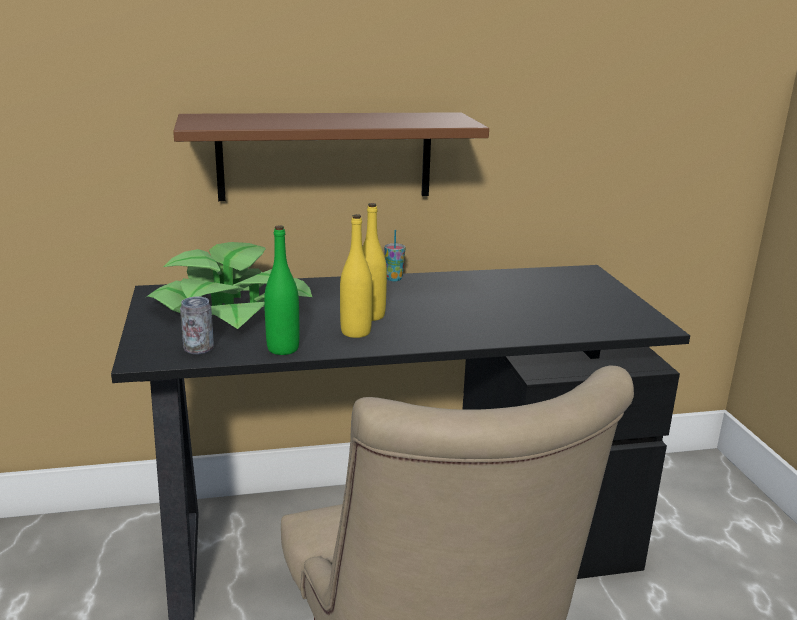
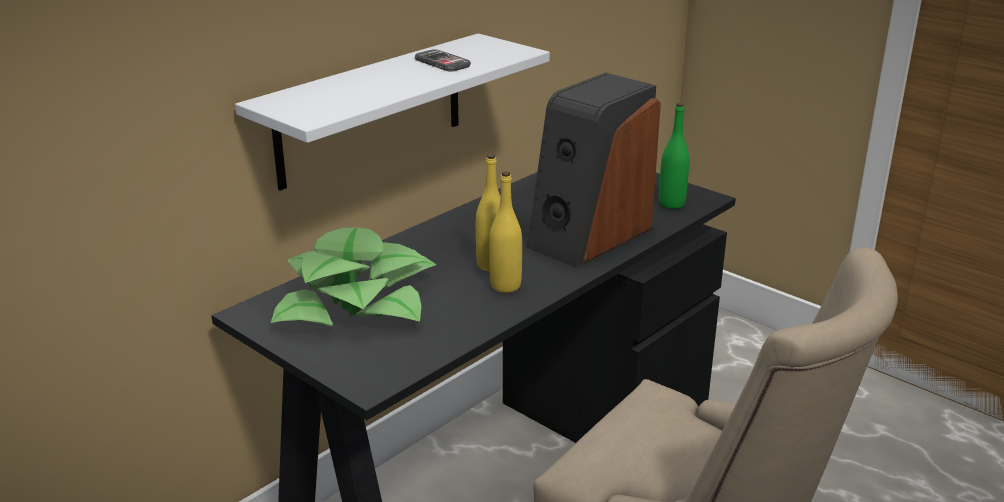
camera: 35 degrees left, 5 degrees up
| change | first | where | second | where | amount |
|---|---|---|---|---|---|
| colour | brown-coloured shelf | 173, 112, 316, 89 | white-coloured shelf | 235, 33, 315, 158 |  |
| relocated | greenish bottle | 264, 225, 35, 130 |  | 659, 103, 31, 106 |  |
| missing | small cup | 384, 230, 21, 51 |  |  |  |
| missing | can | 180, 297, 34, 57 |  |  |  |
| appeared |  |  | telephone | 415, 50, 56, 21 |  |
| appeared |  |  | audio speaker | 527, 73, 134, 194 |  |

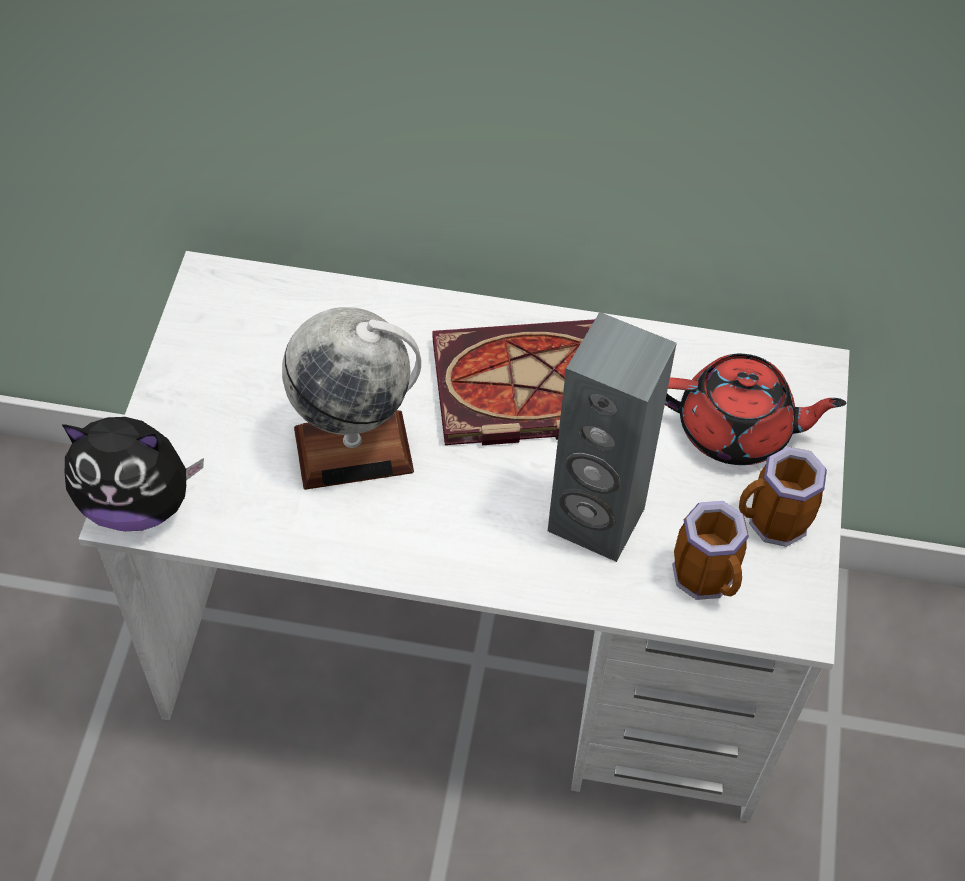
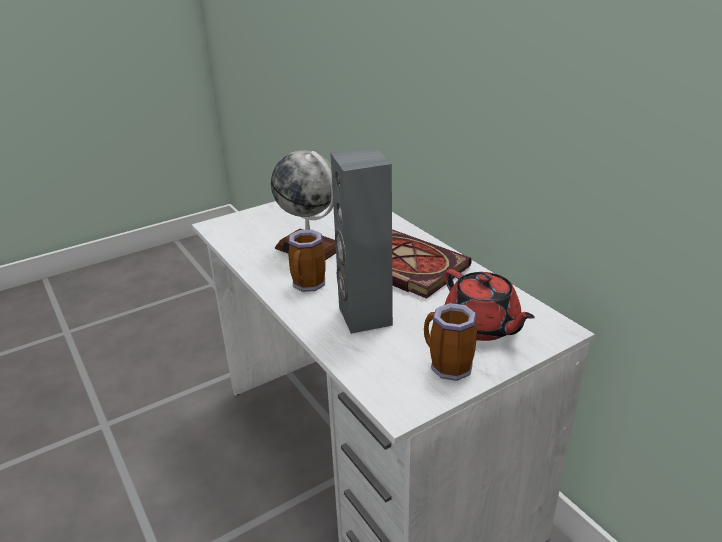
camera: 50 degrees right, 25 degrees down
| change | first | where | second | where | amount |
|---|---|---|---|---|---|
| missing | plush toy | 62, 417, 142, 114 |  |  |  |
| relocated | coffee mug | 672, 501, 77, 99 |  | 288, 230, 38, 62 |  |

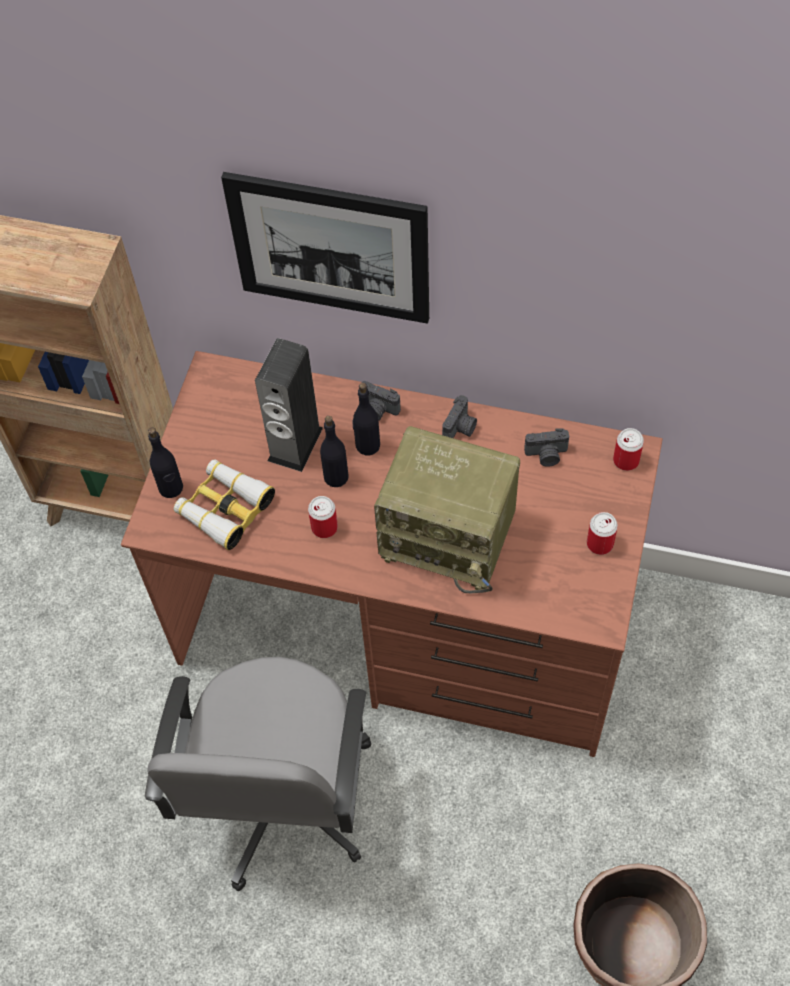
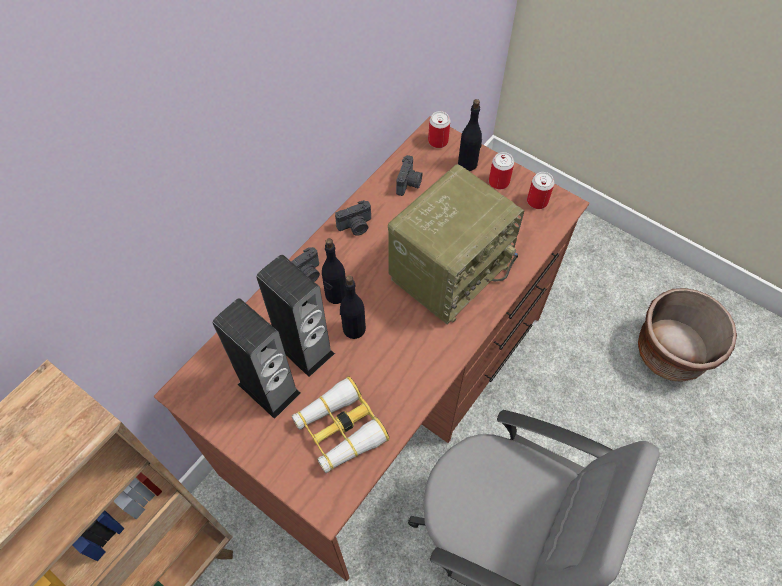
camera: 70 degrees left, 0 degrees up
| change | first | where | second | where | amount |
|---|---|---|---|---|---|
| missing | wall art | 221, 172, 208, 152 |  |  |  |
| spun | photo camera | 442, 395, 35, 43 |  | 335, 200, 36, 36 | 105 degrees clockwise |
| relocated | black bottle | 148, 427, 35, 71 |  | 458, 99, 24, 72 |  |
| relocated | can | 308, 496, 30, 42 |  | 527, 172, 27, 37 |  |
| appeared |  |  | audio speaker | 213, 298, 88, 121 |  |

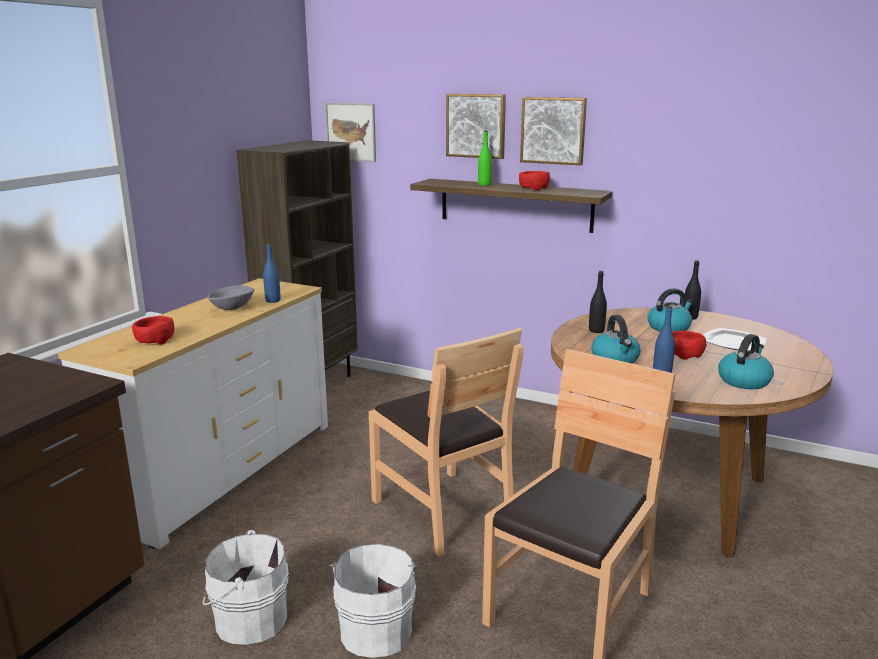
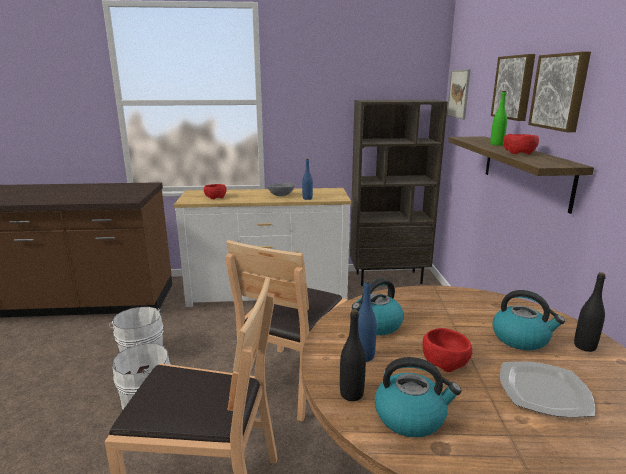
camera: 60 degrees right, 0 degrees up
| change | first | where | second | where | amount |
|---|---|---|---|---|---|
| relocated | black bottle | 589, 271, 18, 62 |  | 340, 309, 26, 92 |  |

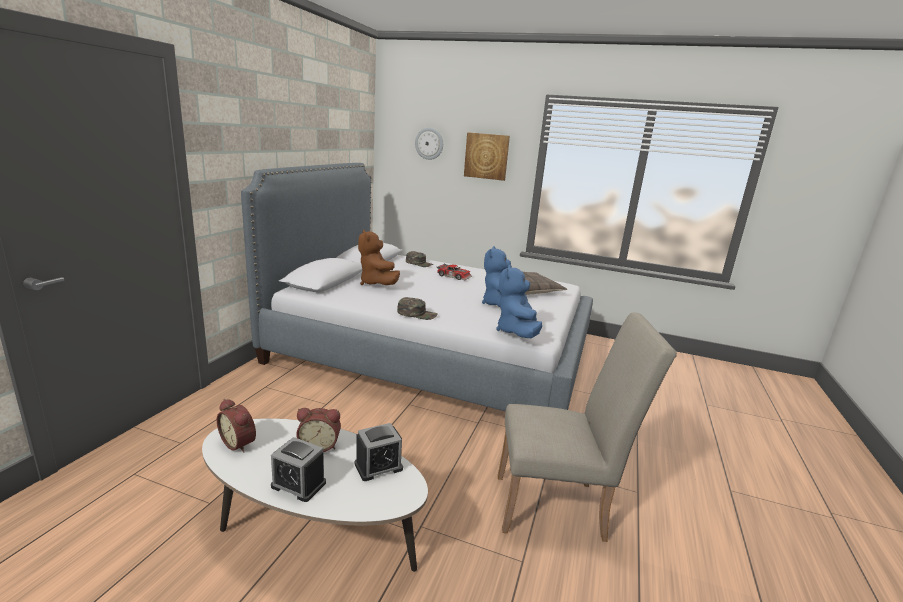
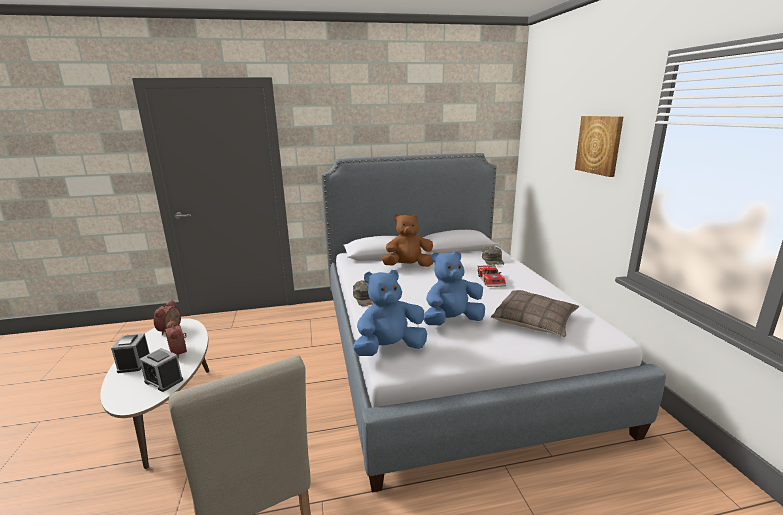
camera: 60 degrees right, 0 degrees up
| change | first | where | second | where | amount |
|---|---|---|---|---|---|
| missing | clock on the wall | 415, 128, 28, 32 |  |  |  |
| spun | brown-coloured plush toy | 358, 230, 42, 55 |  | 382, 214, 51, 53 | 45 degrees clockwise |

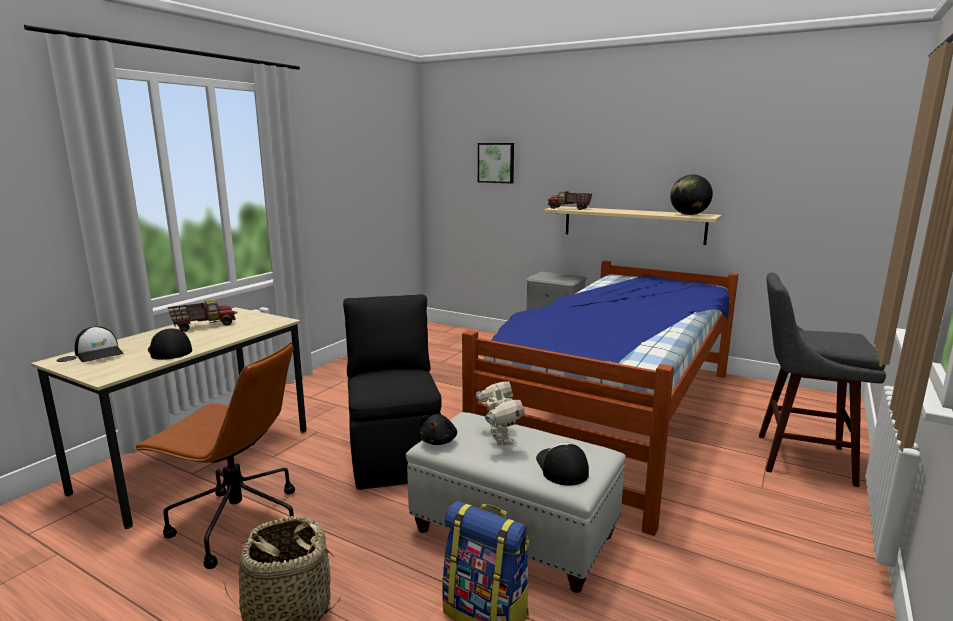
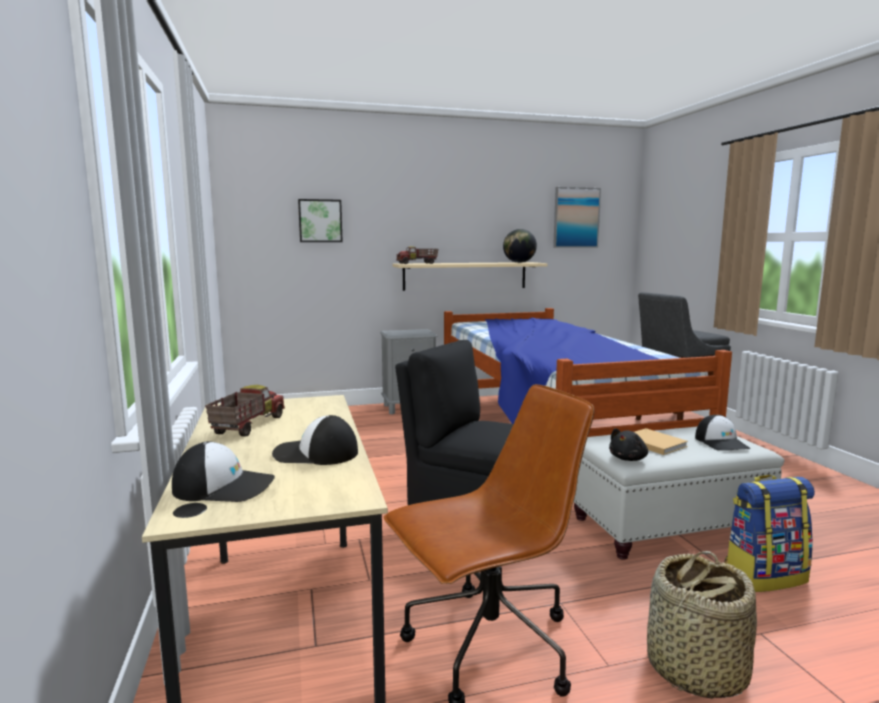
camera: 45 degrees left, 5 degrees down
| change | first | where | second | where | amount |
|---|---|---|---|---|---|
| exchanged | toy robot | 476, 382, 49, 63 | sand-coloured book | 635, 428, 53, 27 |  |
| spun | black plush toy | 420, 414, 37, 31 |  | 609, 428, 39, 33 | 75 degrees clockwise |
| spun | cap | 536, 443, 53, 43 |  | 695, 415, 56, 36 | 135 degrees counterclockwise |
| appeared |  |  | wall art | 553, 187, 48, 61 |  |

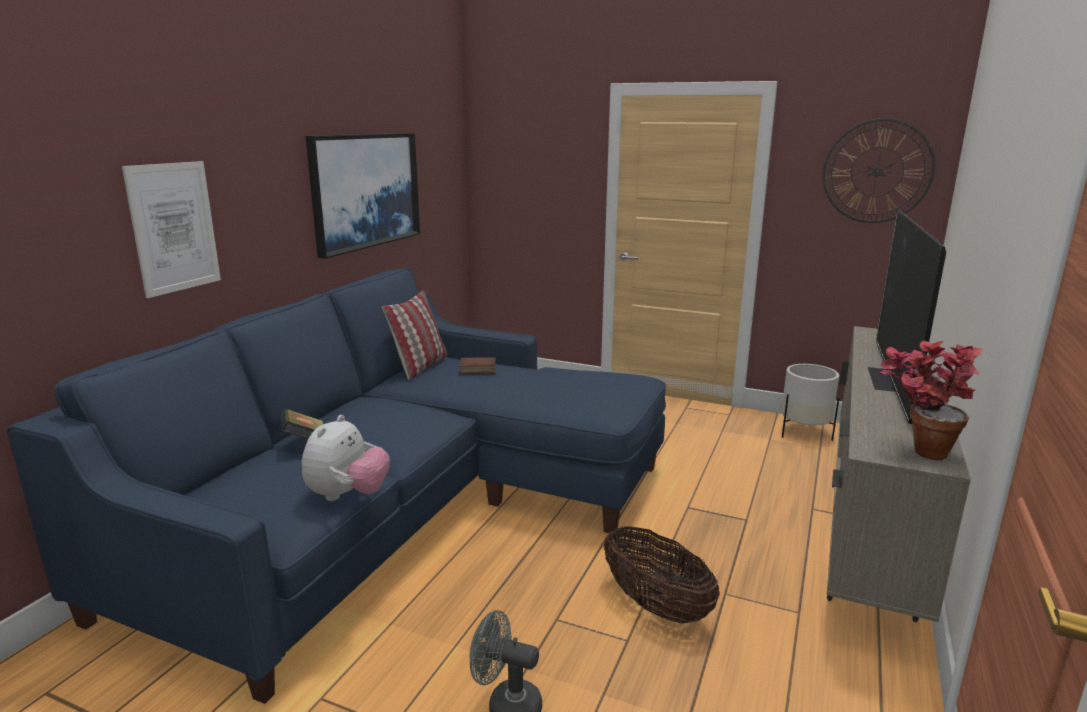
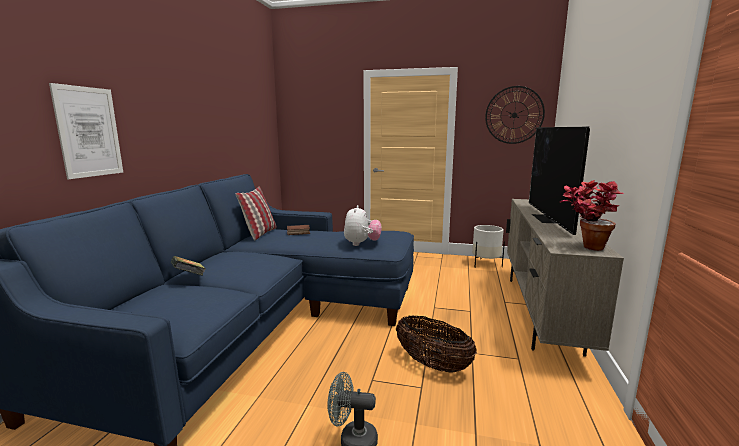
camera: 10 degrees left, 5 degrees down
| change | first | where | second | where | amount |
|---|---|---|---|---|---|
| missing | wall art | 306, 133, 114, 126 |  |  |  |
| relocated | plush toy | 302, 415, 88, 86 |  | 344, 205, 38, 41 |  |

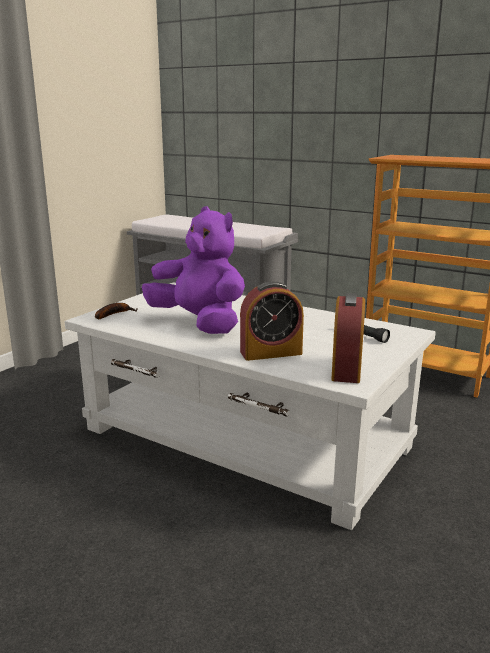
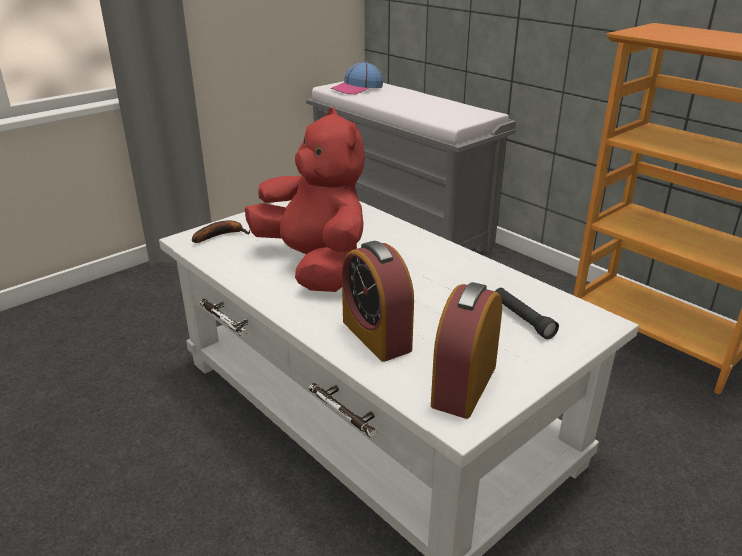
camera: 15 degrees right, 10 degrees up
| change | first | where | second | where | amount |
|---|---|---|---|---|---|
| colour | purplish plush toy | 142, 206, 103, 128 | red plush toy | 245, 108, 120, 184 |  |
| spun | bedside clock | 240, 281, 64, 80 |  | 342, 241, 72, 121 | 60 degrees clockwise |
| appeared |  |  | cap | 331, 61, 52, 33 |  |

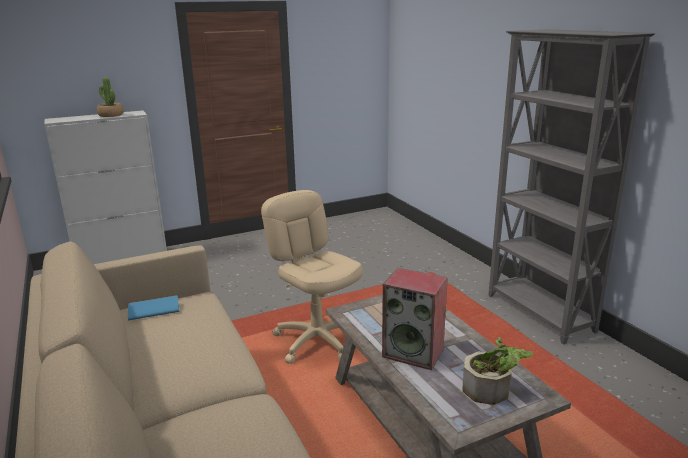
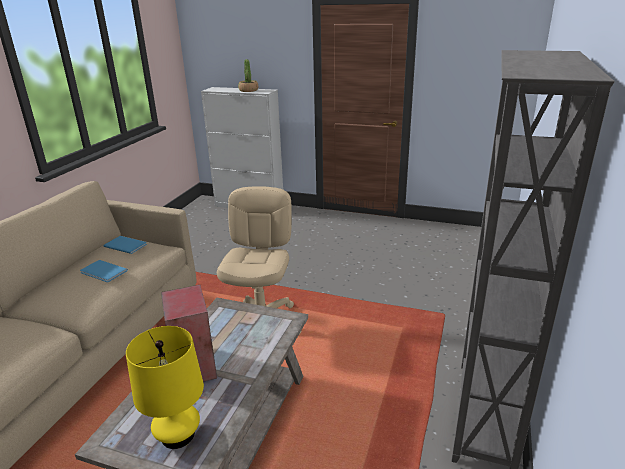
camera: 45 degrees right, 5 degrees up
| change | first | where | second | where | amount |
|---|---|---|---|---|---|
| exchanged | plant in a pot | 463, 337, 70, 68 | yellowish table lamp | 126, 326, 78, 123 |  |
| appeared |  |  | blue book | 80, 260, 48, 23 |  |

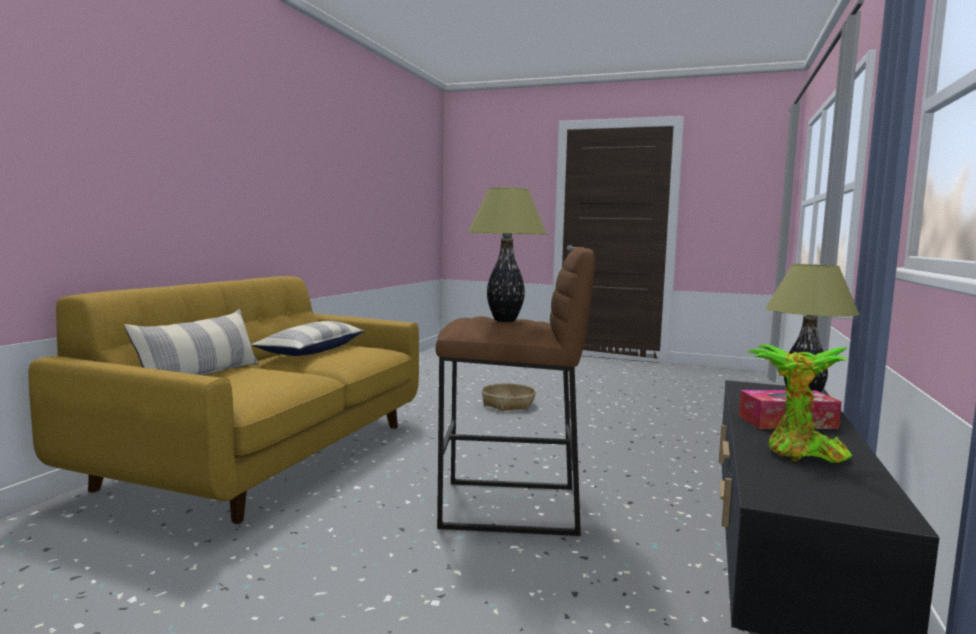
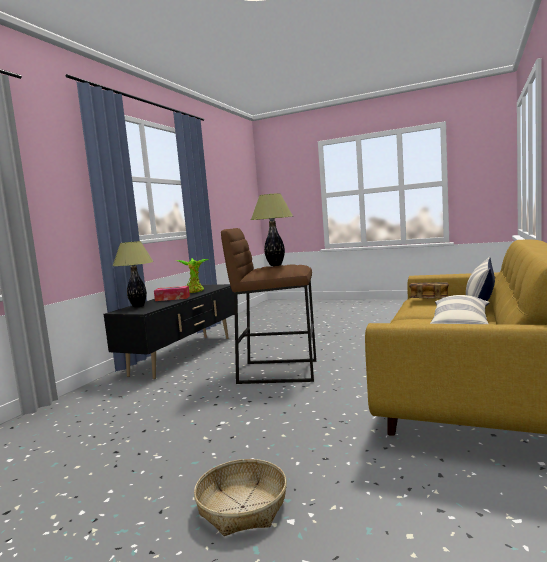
camera: 175 degrees left, 0 degrees up
| change | first | where | second | where | amount |
|---|---|---|---|---|---|
| appeared |  |  | book | 409, 282, 40, 17 |  |

